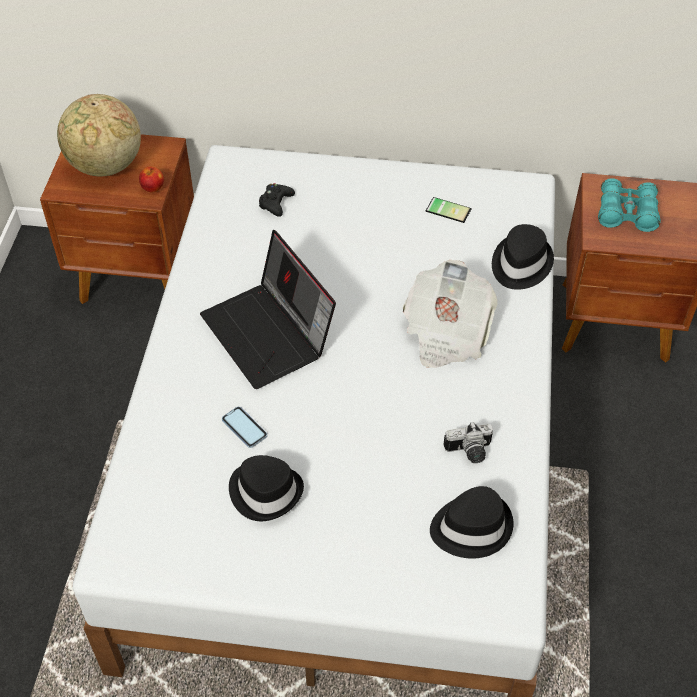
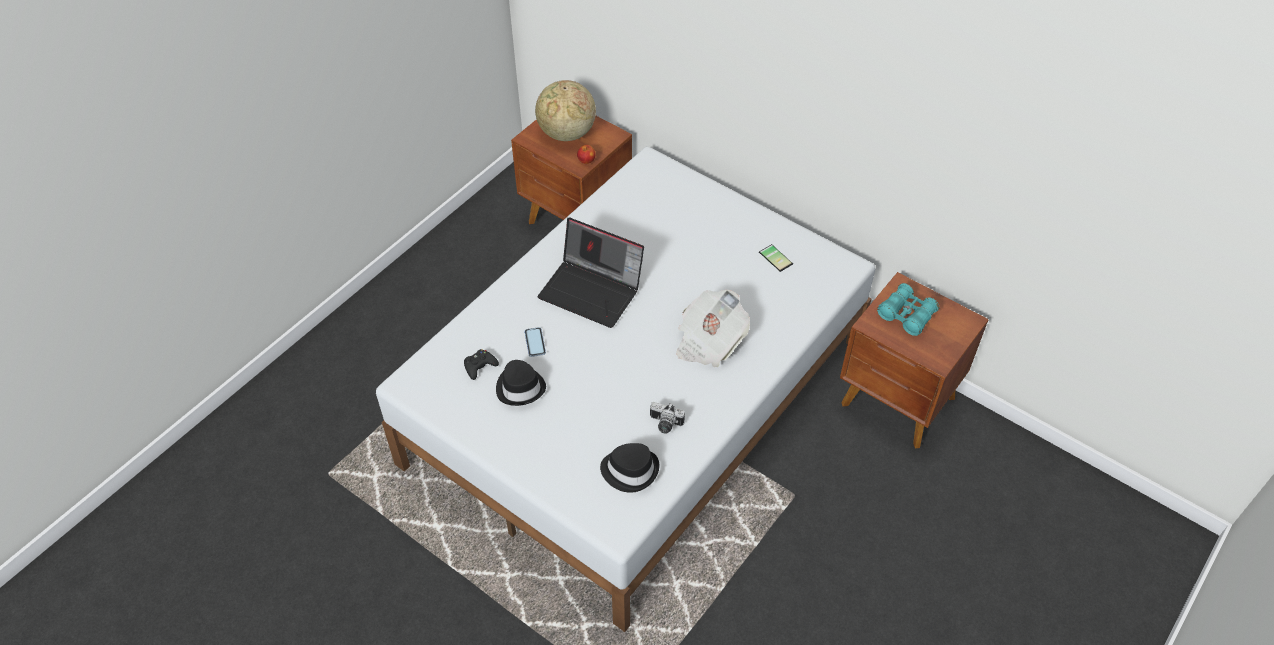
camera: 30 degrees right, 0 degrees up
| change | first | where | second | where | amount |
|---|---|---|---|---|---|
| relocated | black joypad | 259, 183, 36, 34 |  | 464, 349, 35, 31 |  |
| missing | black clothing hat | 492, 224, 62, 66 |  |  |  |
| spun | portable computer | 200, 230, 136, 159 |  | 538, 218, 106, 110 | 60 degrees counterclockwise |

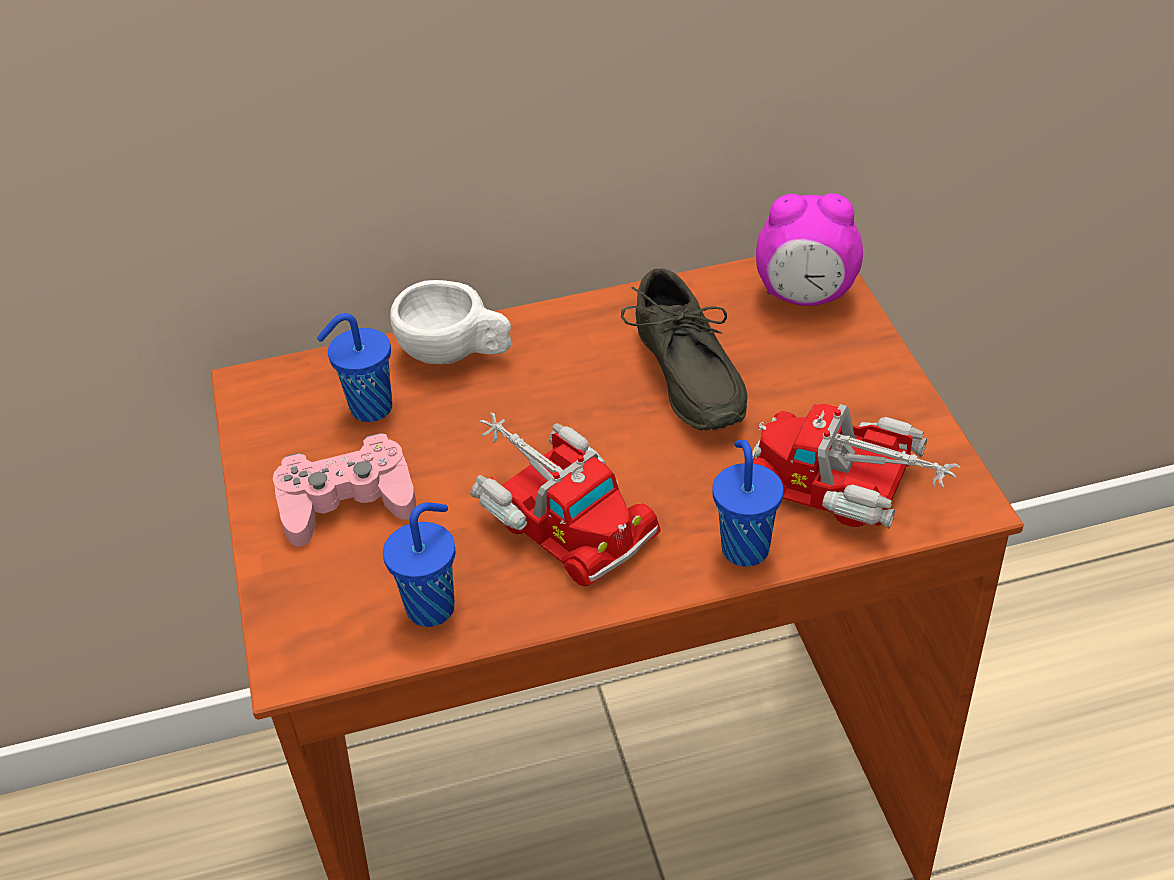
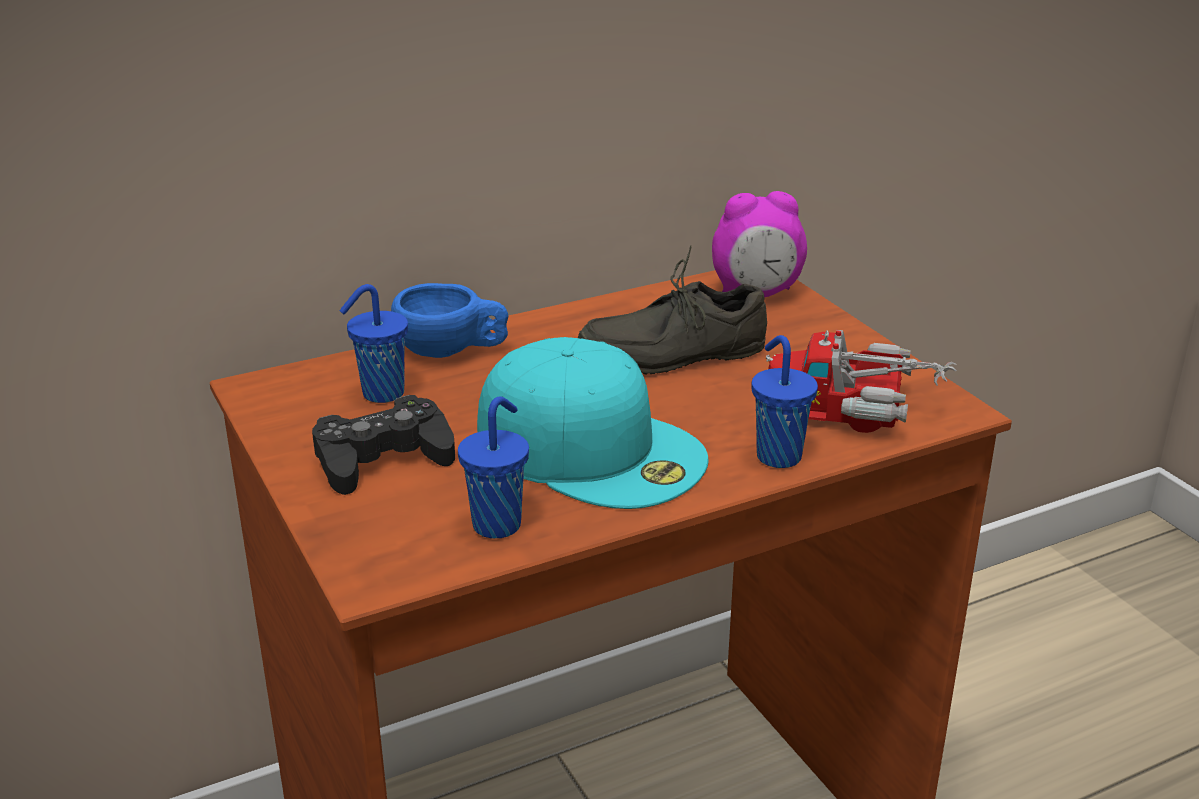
camera: 15 degrees left, 15 degrees down
| change | first | where | second | where | amount |
|---|---|---|---|---|---|
| spun | gray low shoe | 621, 268, 126, 163 |  | 578, 245, 189, 129 | 105 degrees clockwise |
| colour | white-coloured small cup | 390, 280, 121, 84 | blue small cup | 391, 283, 117, 75 |  |
| exchanged | toy lorry | 470, 413, 191, 173 | blue-green cap | 477, 337, 232, 172 |  |
| colour | pink joypad | 273, 433, 143, 114 | black joypad | 312, 395, 143, 100 |  |

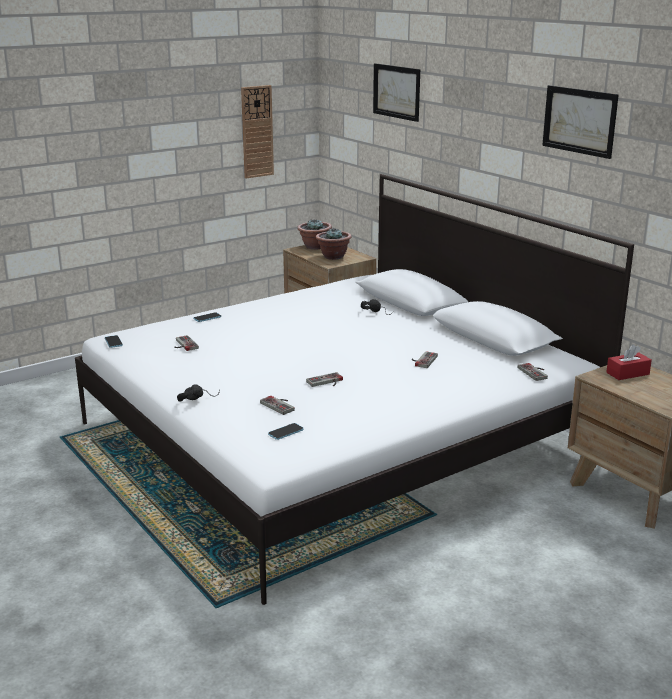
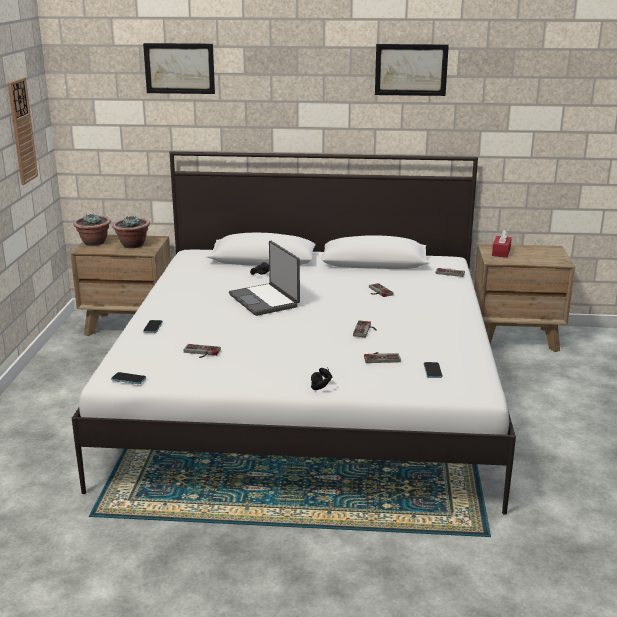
camera: 50 degrees left, 0 degrees up
| change | first | where | second | where | amount |
|---|---|---|---|---|---|
| appeared |  |  | portable computer | 229, 241, 71, 75 |  |

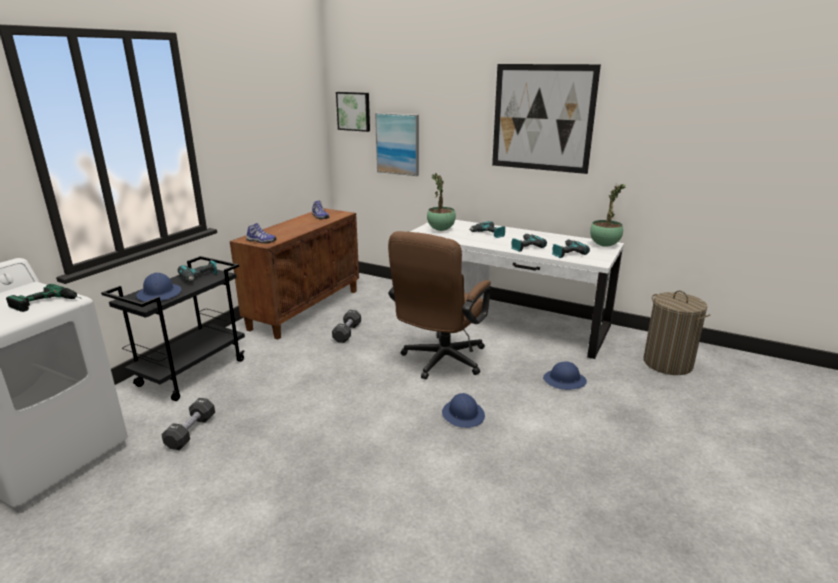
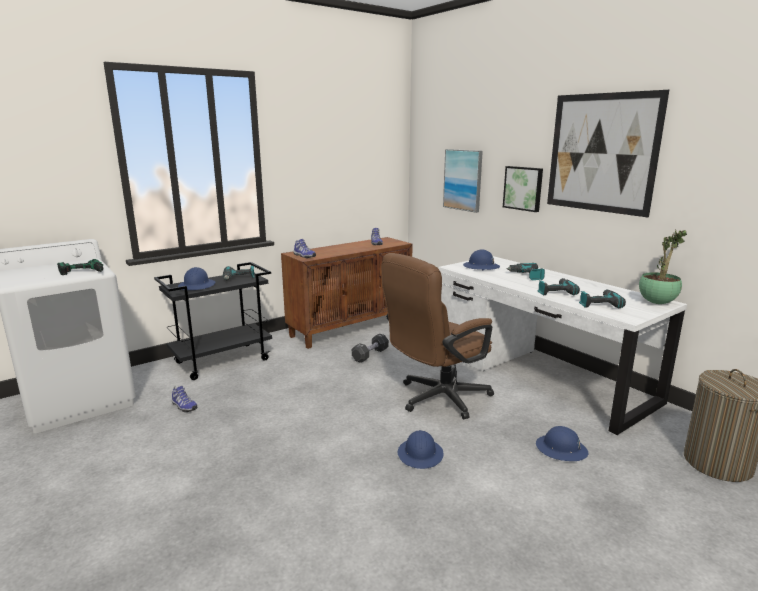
camera: 25 degrees right, 5 degrees down
| change | first | where | second | where | amount |
|---|---|---|---|---|---|
| relocated | wall art | 336, 92, 34, 40 |  | 503, 166, 40, 46 |  |
| exchanged | plant in a pot | 427, 173, 29, 58 | blue hard hat | 463, 250, 37, 20 |  |
| exchanged | black dumbbell | 161, 398, 54, 52 | low shoe | 172, 386, 26, 26 |  |

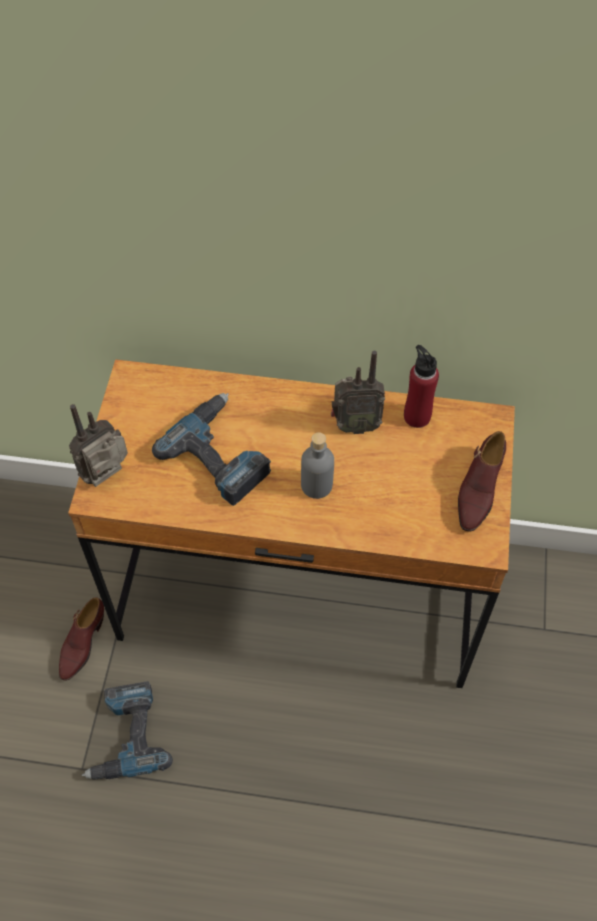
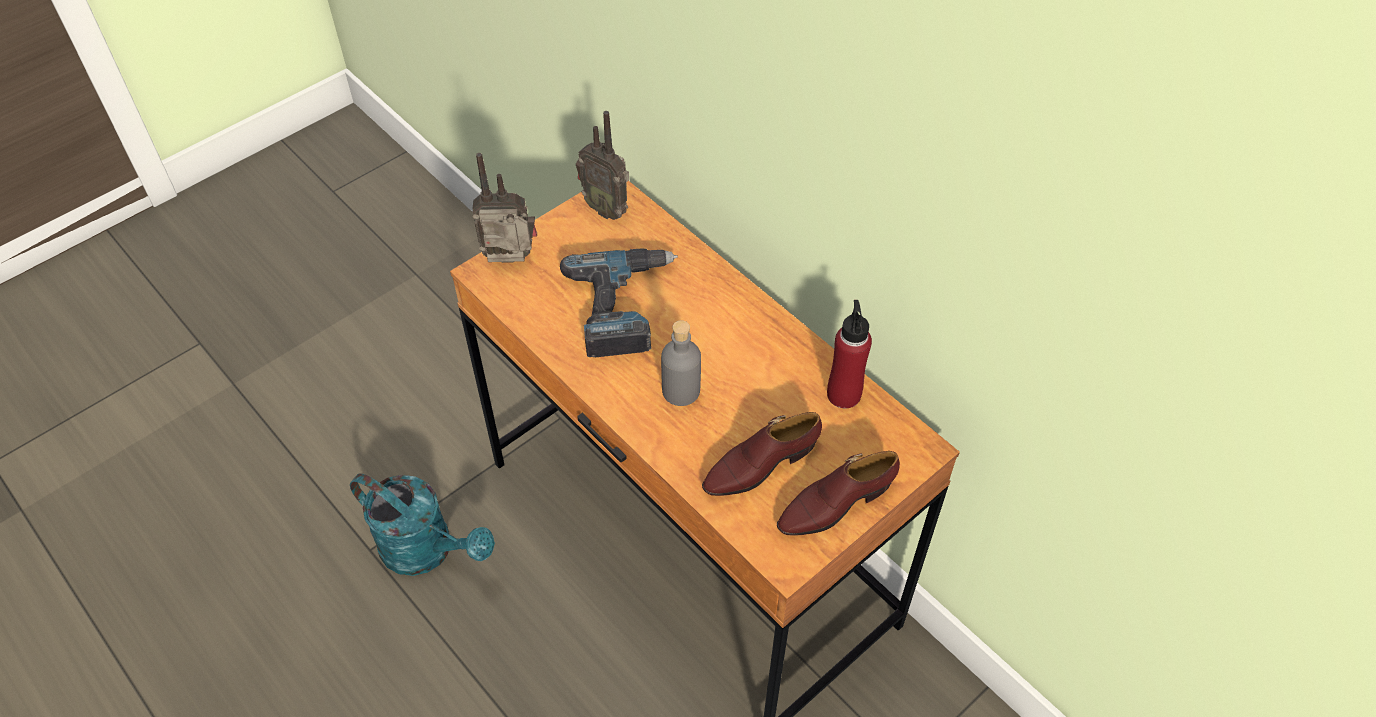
camera: 40 degrees right, 5 degrees down
| change | first | where | second | where | amount |
|---|---|---|---|---|---|
| relocated | radio receiver | 331, 351, 54, 83 |  | 576, 111, 53, 109 |  |
| relocated | brown-coloured low shoe | 59, 597, 45, 84 |  | 702, 412, 120, 84 |  |
| exchanged | drill | 82, 681, 91, 99 | blue-green watering can | 350, 473, 145, 103 |  |

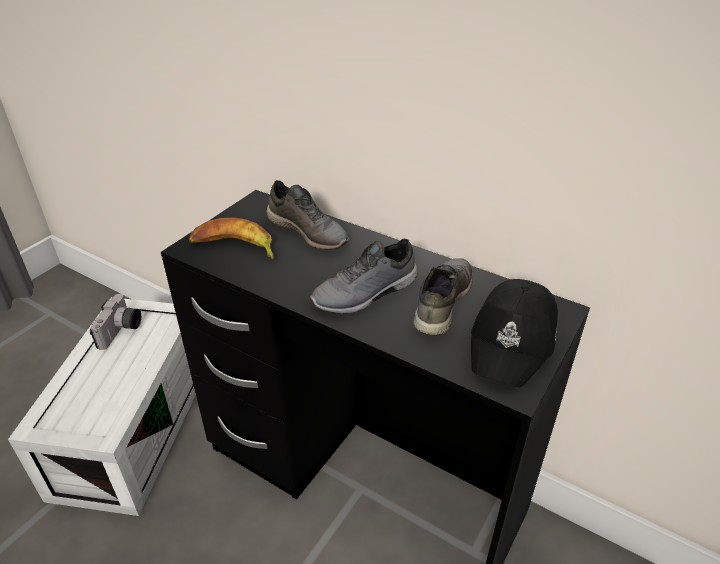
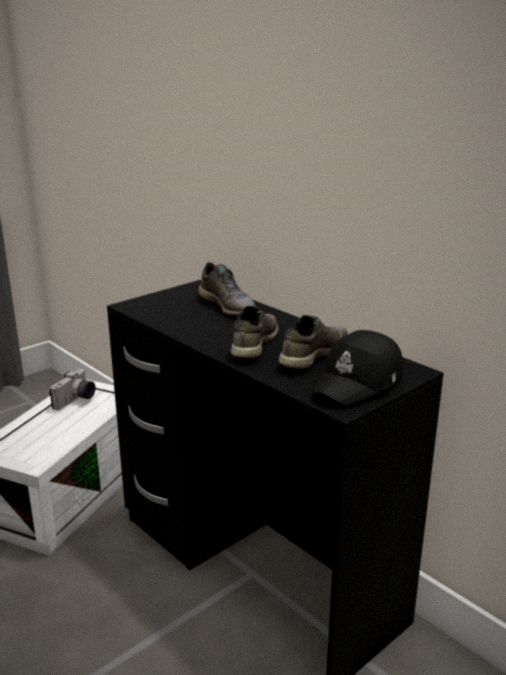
camera: 15 degrees right, 15 degrees down
| change | first | where | second | where | amount |
|---|---|---|---|---|---|
| missing | whole banana | 188, 217, 86, 42 |  |  |  |
| spun | gray low shoe | 310, 238, 108, 76 |  | 231, 306, 47, 53 | 120 degrees clockwise |

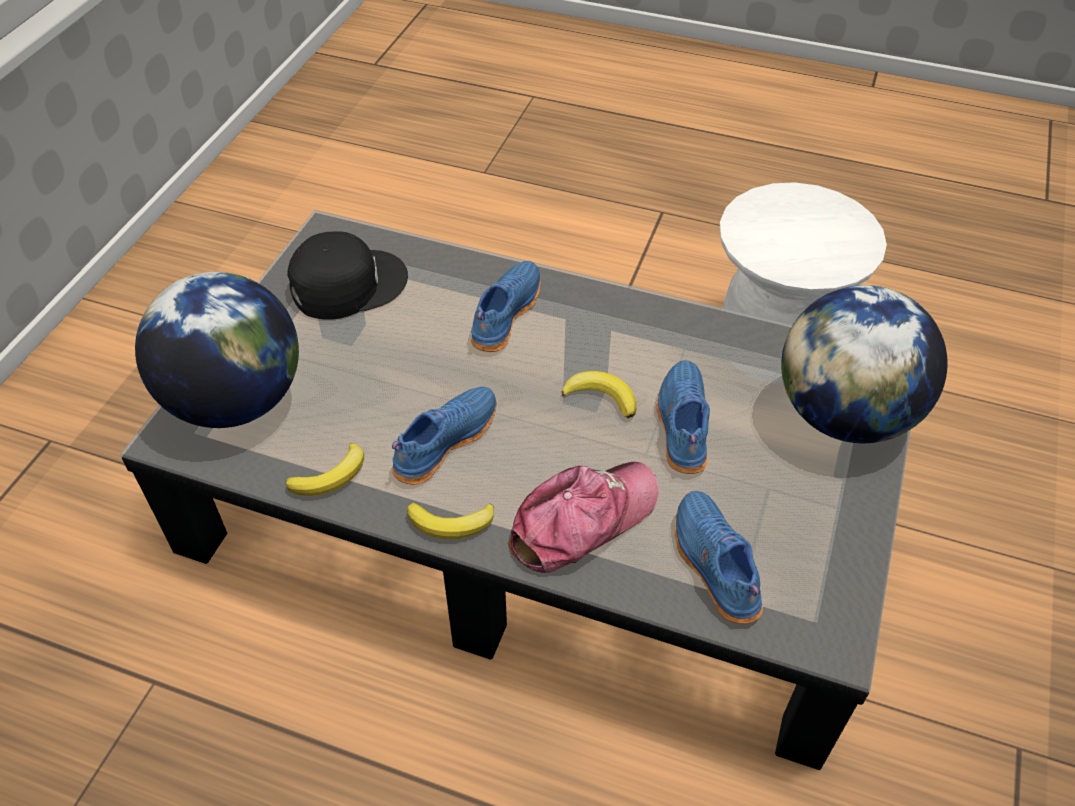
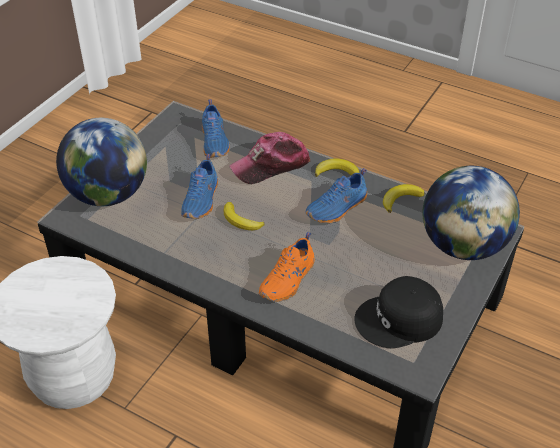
camera: 170 degrees left, 5 degrees down
| change | first | where | second | where | amount |
|---|---|---|---|---|---|
| colour | blue low shoe | 471, 261, 69, 91 | orange-coloured low shoe | 259, 232, 56, 70 |  |

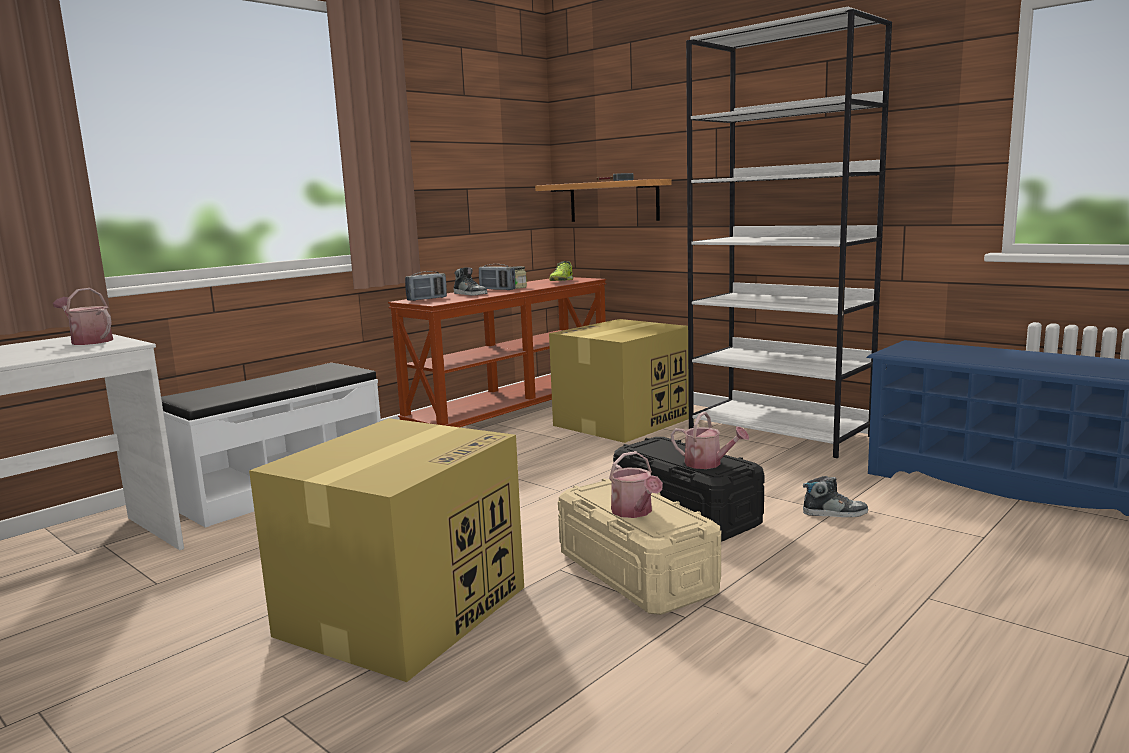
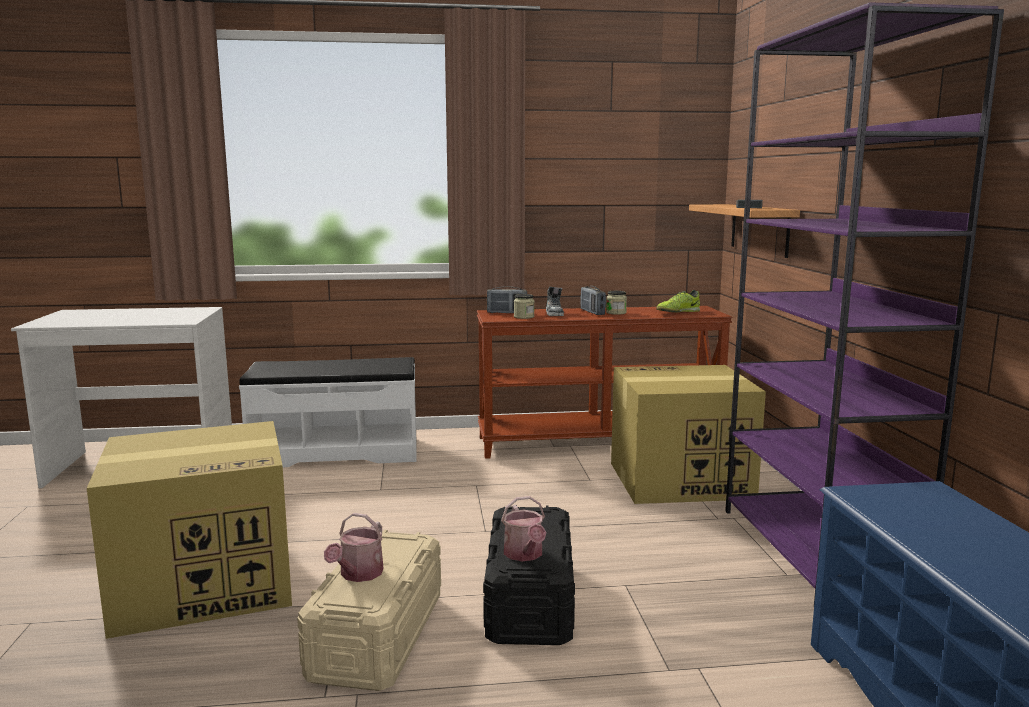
camera: 40 degrees right, 0 degrees up
| change | first | where | second | where | amount |
|---|---|---|---|---|---|
| colour | white-coloured bookshelf | 686, 7, 206, 451 | purplish bookshelf | 725, 2, 279, 601 |  |
| missing | watering can | 53, 288, 60, 57 |  |  |  |
| missing | low shoe | 803, 476, 65, 41 |  |  |  |
| appeared |  |  | jar | 514, 294, 20, 25 |  |

